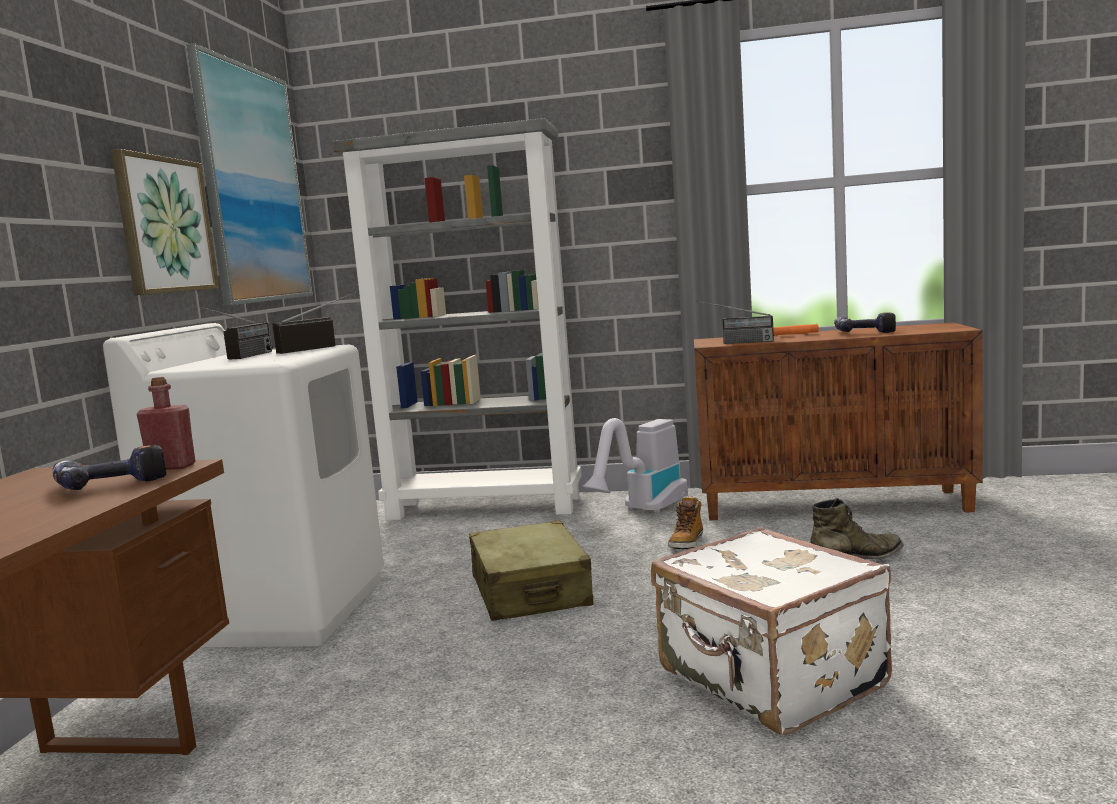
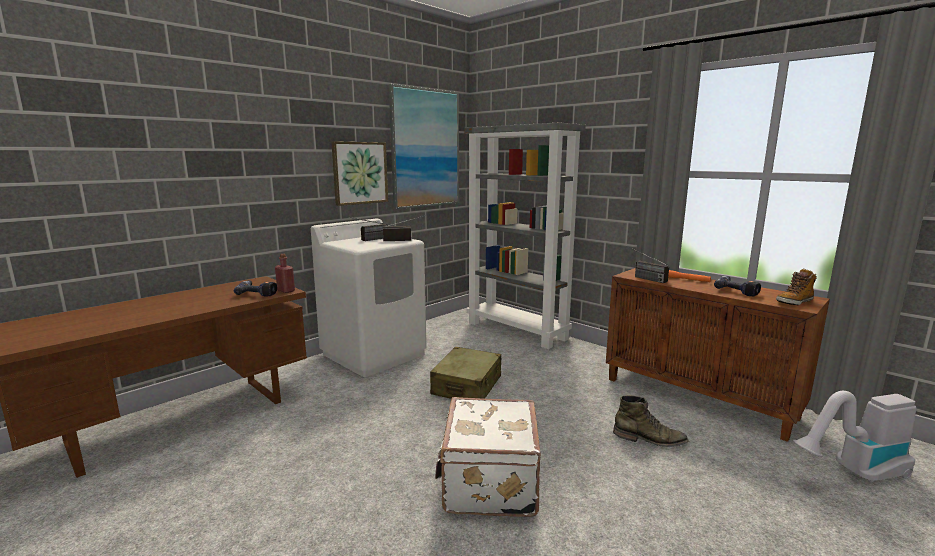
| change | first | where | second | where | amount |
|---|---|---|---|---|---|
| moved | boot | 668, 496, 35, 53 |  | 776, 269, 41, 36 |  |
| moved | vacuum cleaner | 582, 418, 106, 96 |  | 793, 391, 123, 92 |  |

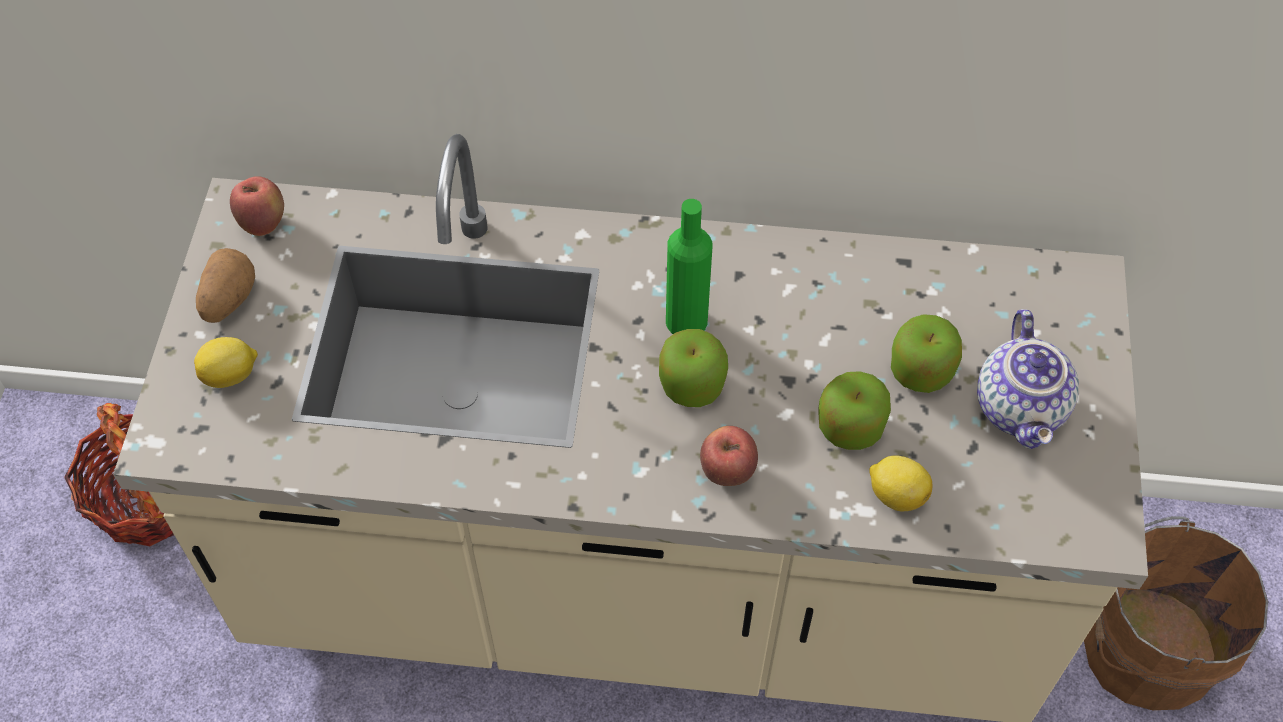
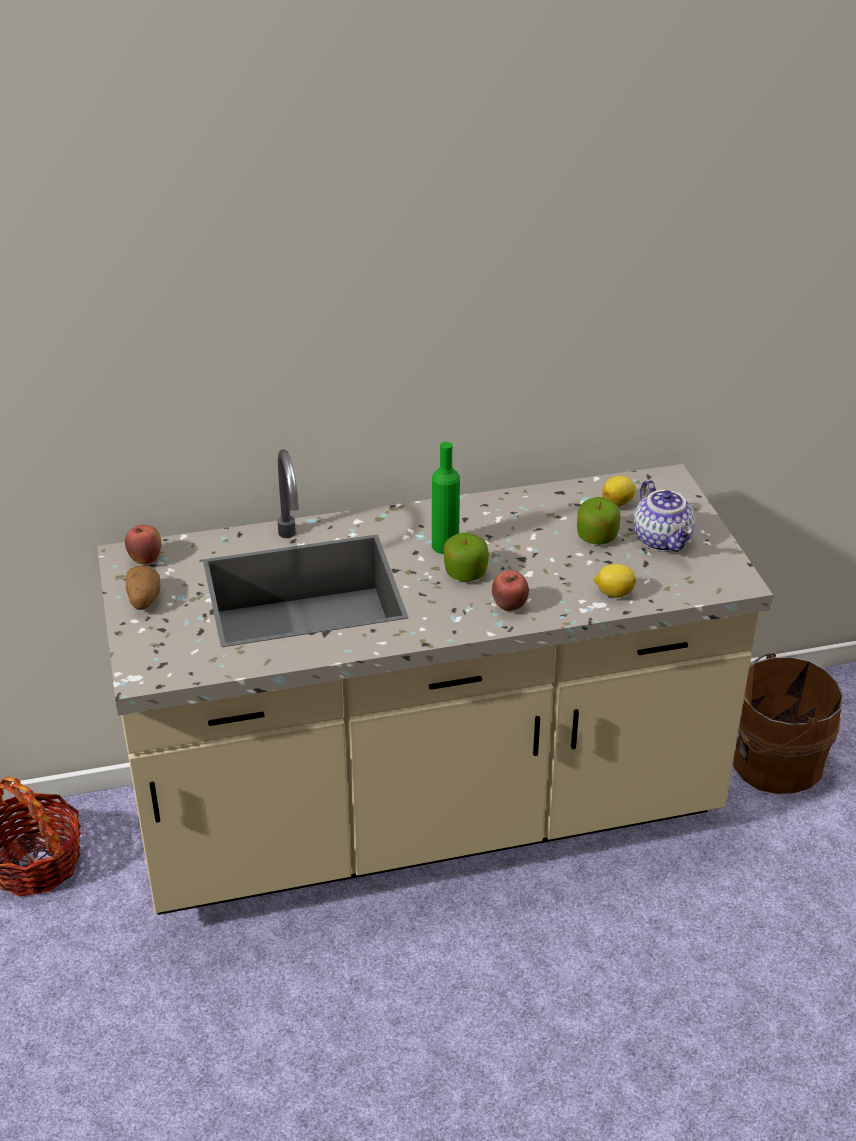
| change | first | where | second | where | amount |
|---|---|---|---|---|---|
| moved | lemon | 194, 337, 64, 51 |  | 602, 476, 33, 31 |  |
| removed | apple | 818, 371, 73, 79 |  |  |  |

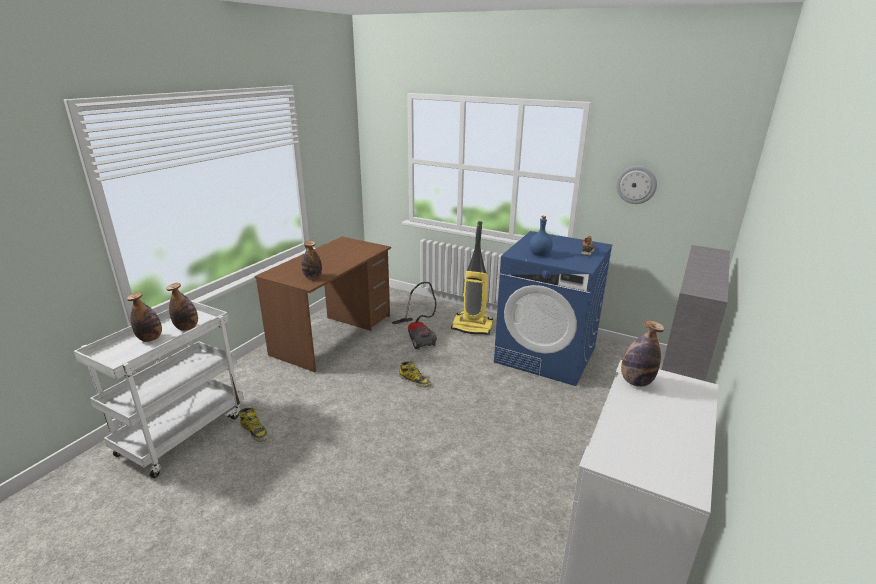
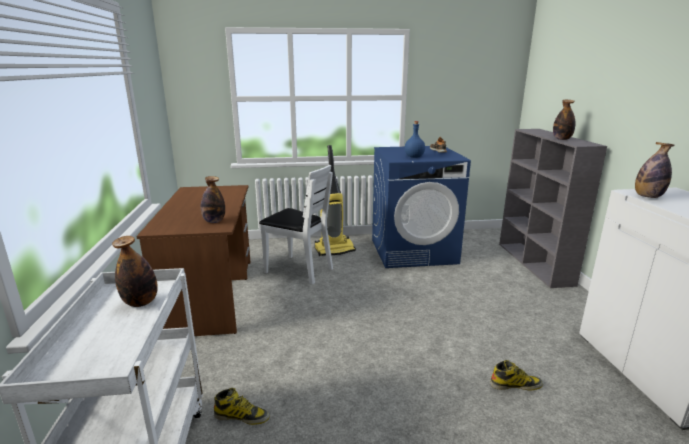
| change | first | where | second | where | amount |
|---|---|---|---|---|---|
| replaced | vacuum cleaner | 392, 282, 45, 68 | chair in white | 259, 165, 74, 120 |  |
| moved | boot | 399, 361, 32, 27 |  | 490, 360, 53, 30 |  |
| moved | bottle | 127, 292, 35, 50 |  | 553, 100, 22, 40 |  |
| removed | wall clock | 616, 166, 41, 38 |  |  |  |

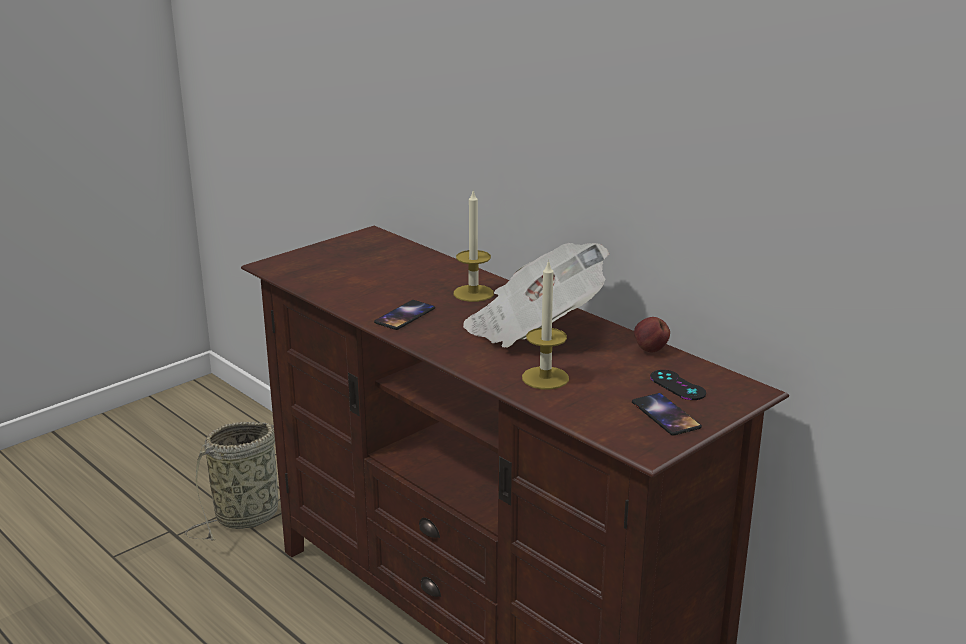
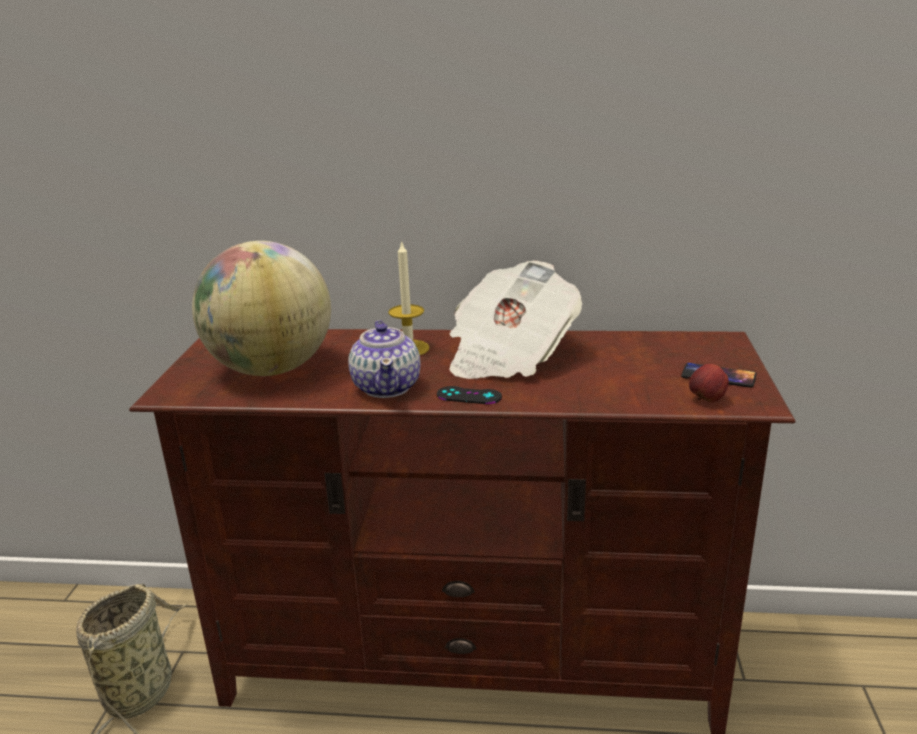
| change | first | where | second | where | amount |
|---|---|---|---|---|---|
| added |  |  | globe | 192, 241, 139, 135 |  |
| replaced | phone | 374, 300, 61, 30 | teapot | 348, 320, 72, 78 |  |
| moved | game controller in black | 650, 370, 56, 30 |  | 437, 386, 65, 18 |  |
| moved | apple | 634, 317, 36, 35 |  | 689, 364, 40, 38 |  |
| removed | candle | 522, 259, 47, 130 |  |  |  |

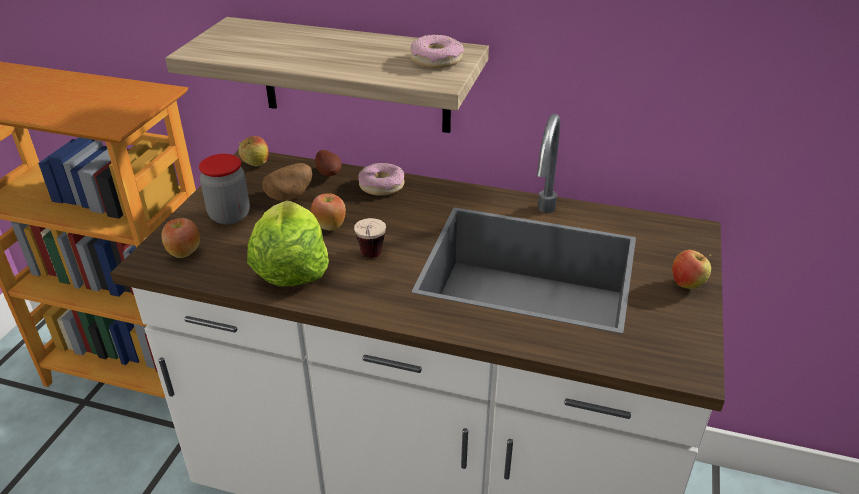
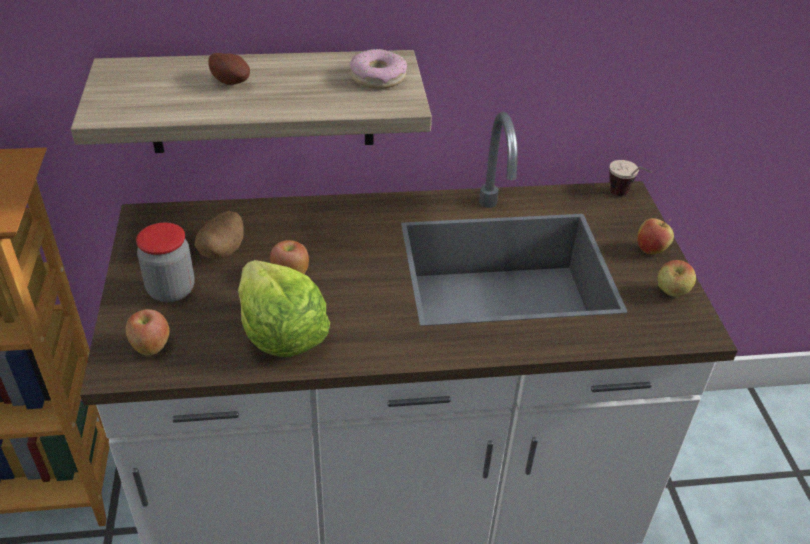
| change | first | where | second | where | amount |
|---|---|---|---|---|---|
| moved | potato | 315, 150, 26, 26 |  | 208, 53, 42, 32 |  |
| moved | cup | 354, 218, 32, 40 |  | 609, 160, 43, 36 |  |
| moved | apple | 239, 136, 30, 30 |  | 658, 260, 38, 37 |  |
| removed | donut | 358, 163, 46, 33 |  |  |  |

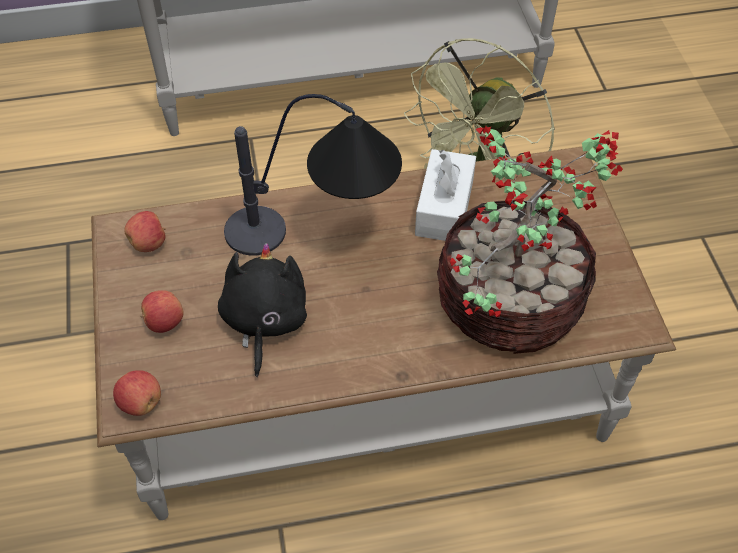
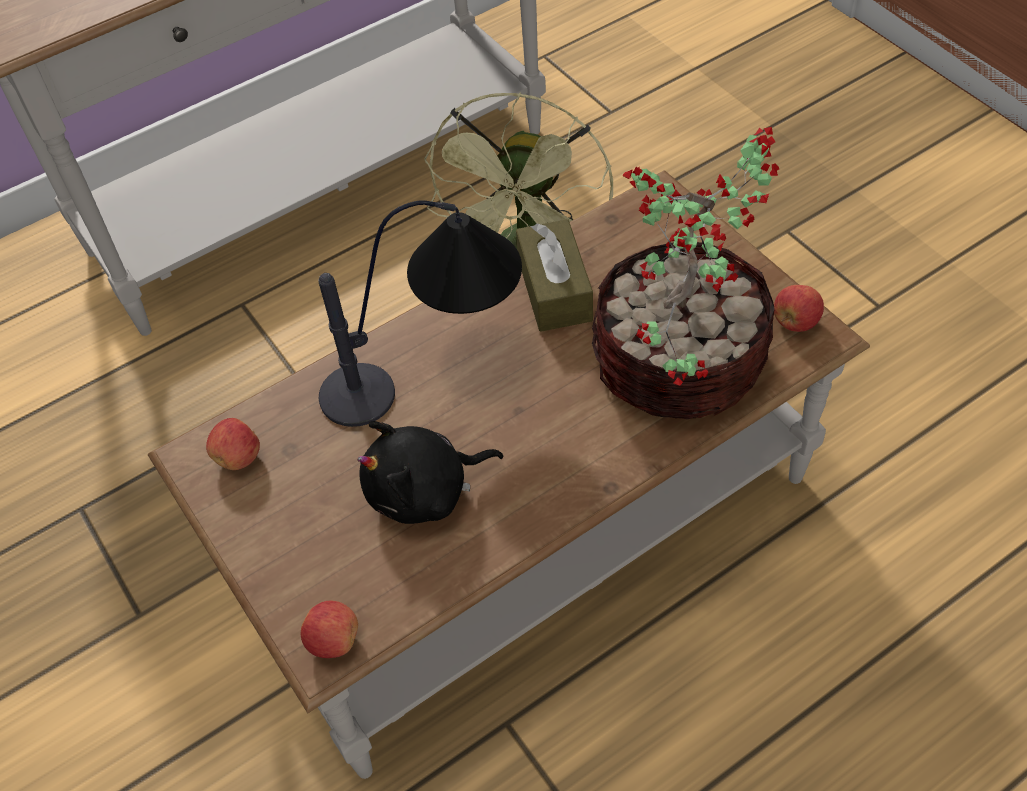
| change | first | where | second | where | amount |
|---|---|---|---|---|---|
| turned | plush toy in black | 218, 243, 89, 134 |  | 358, 421, 145, 103 | 90 degrees counterclockwise |
| recoloured | tissue box in white | 415, 149, 61, 92 | tissue box in brown | 516, 219, 77, 113 |  |
| moved | apple | 141, 290, 42, 43 |  | 774, 285, 50, 47 |  |

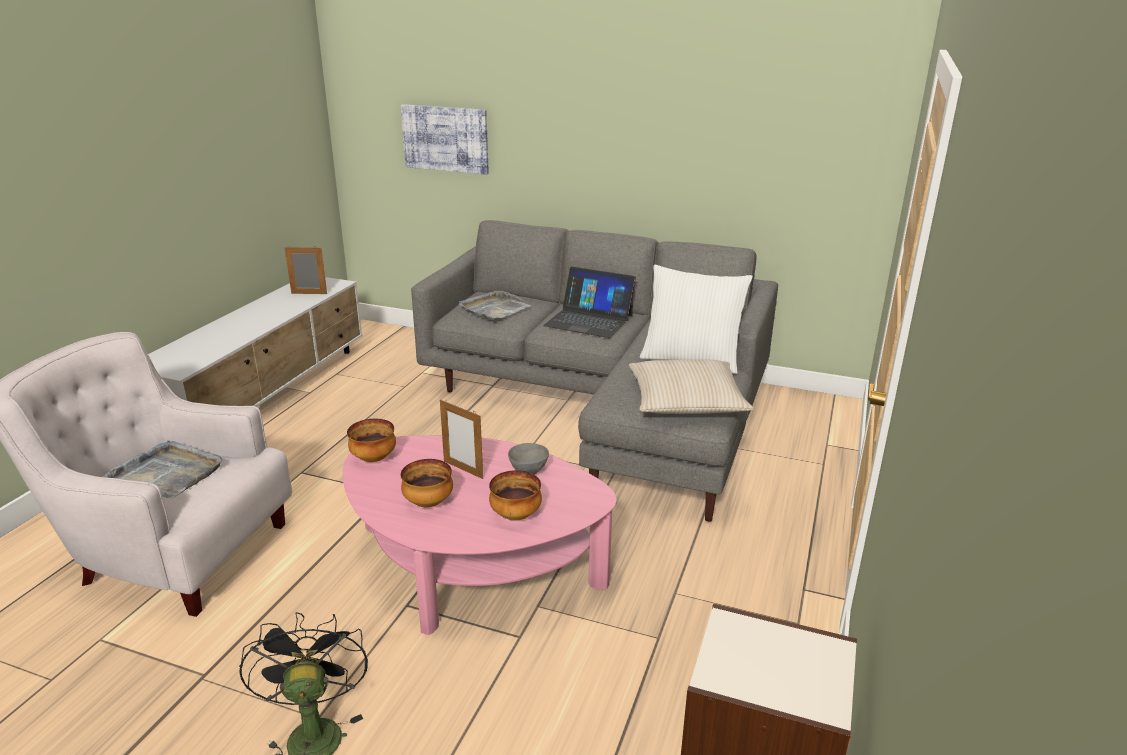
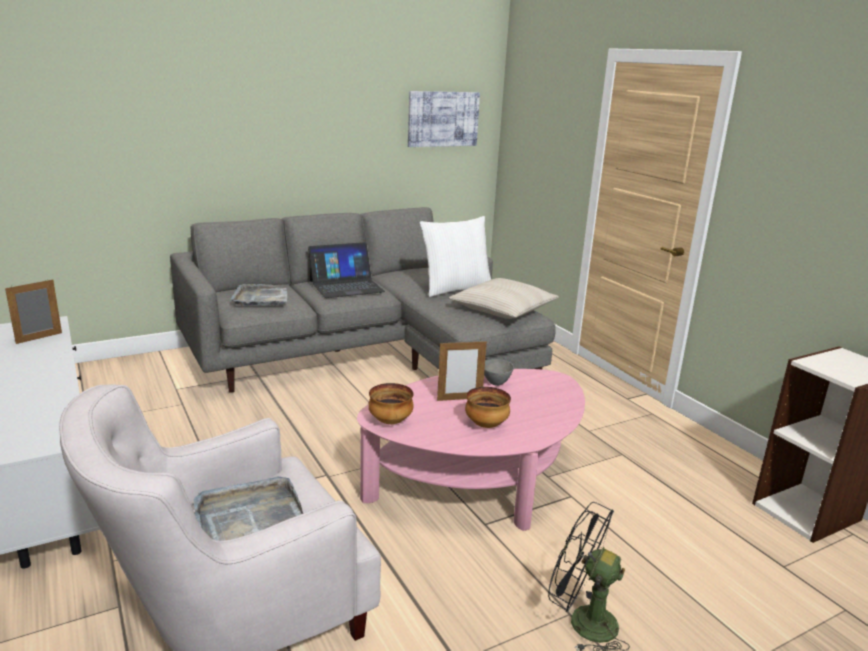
| change | first | where | second | where | amount |
|---|---|---|---|---|---|
| moved | picture | 401, 104, 88, 71 |  | 408, 91, 72, 56 |  |
| removed | bowl | 489, 470, 53, 50 |  |  |  |

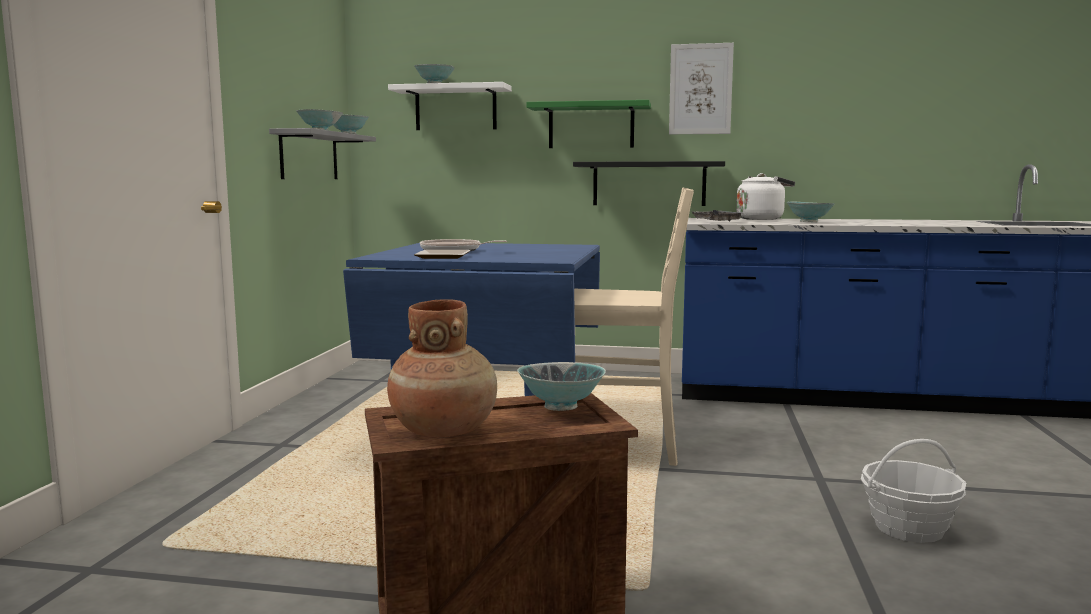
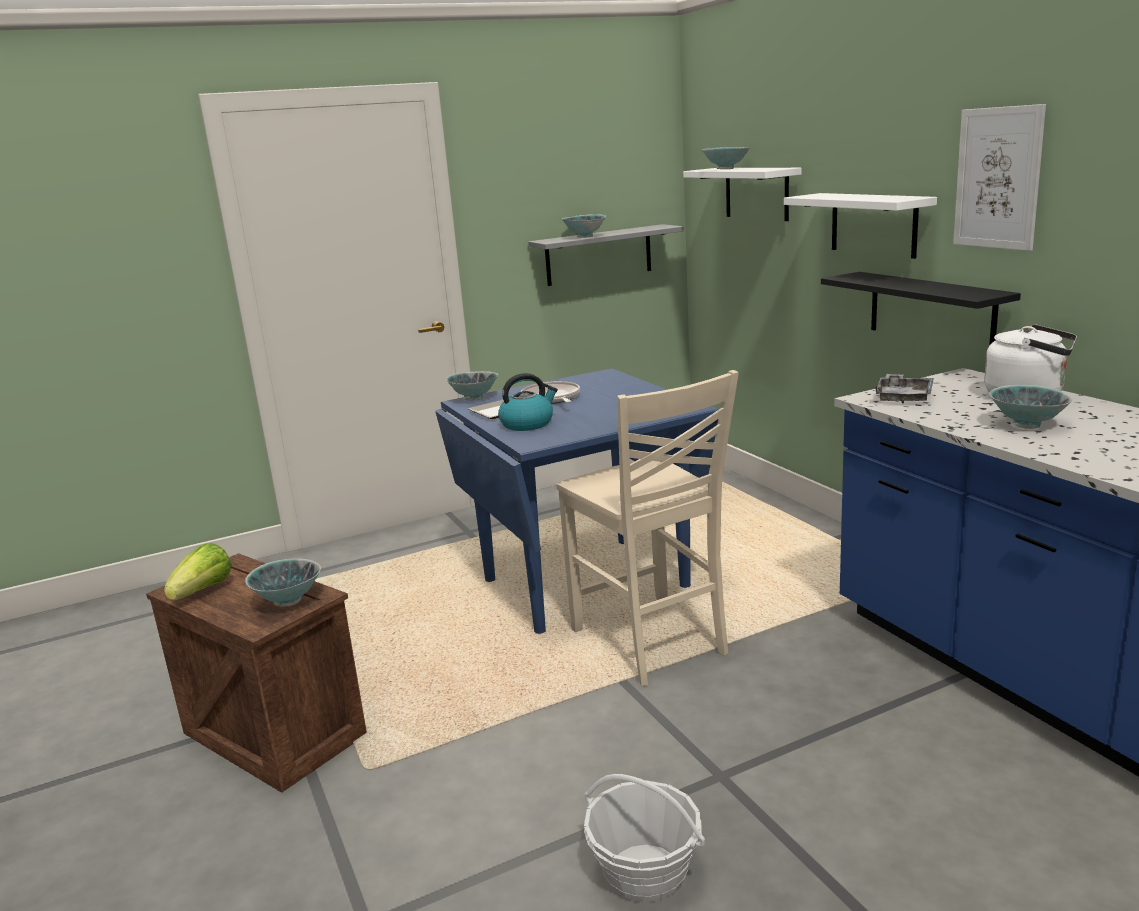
| change | first | where | second | where | amount |
|---|---|---|---|---|---|
| replaced | vase in brown | 387, 299, 110, 138 | lettuce | 164, 543, 68, 57 |  |
| moved | bowl | 334, 115, 35, 19 |  | 446, 371, 52, 29 |  |
| added |  |  | kettle | 498, 373, 60, 58 |  |
| recoloured | shelf in green | 527, 100, 124, 48 | shelf in white | 784, 193, 153, 66 |  |

